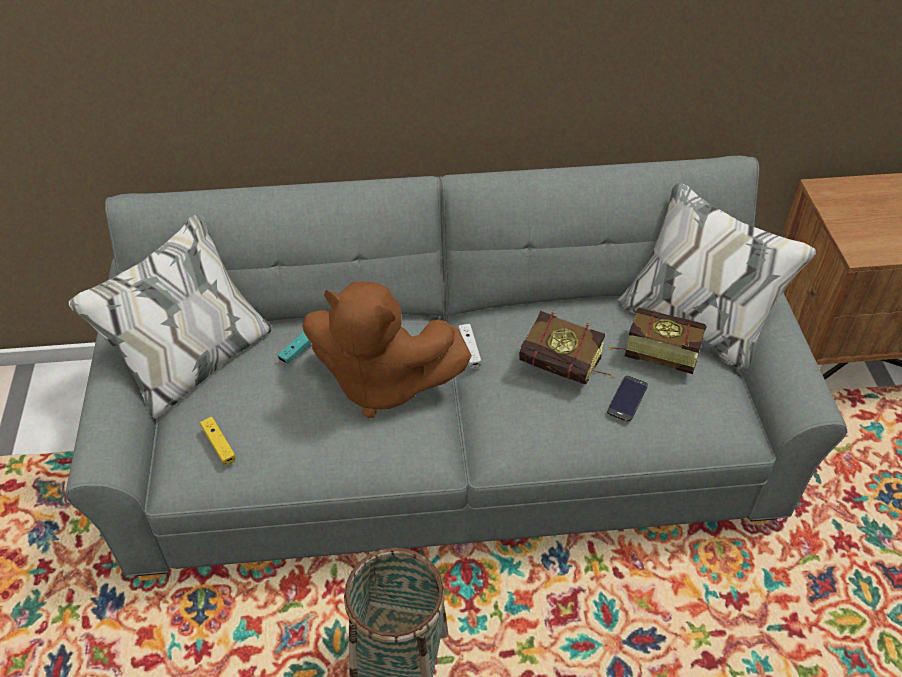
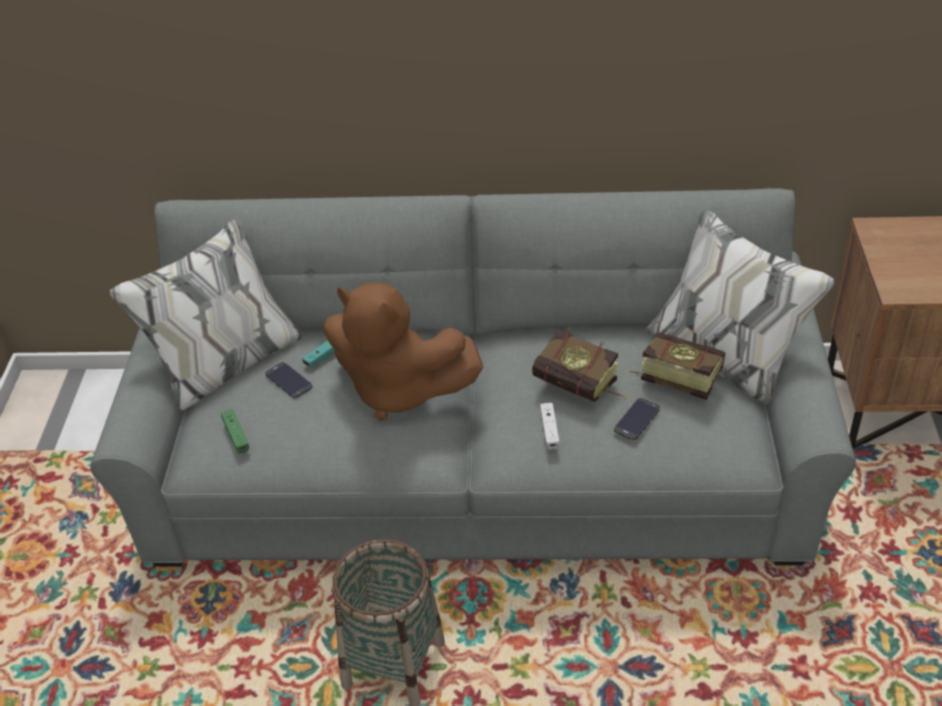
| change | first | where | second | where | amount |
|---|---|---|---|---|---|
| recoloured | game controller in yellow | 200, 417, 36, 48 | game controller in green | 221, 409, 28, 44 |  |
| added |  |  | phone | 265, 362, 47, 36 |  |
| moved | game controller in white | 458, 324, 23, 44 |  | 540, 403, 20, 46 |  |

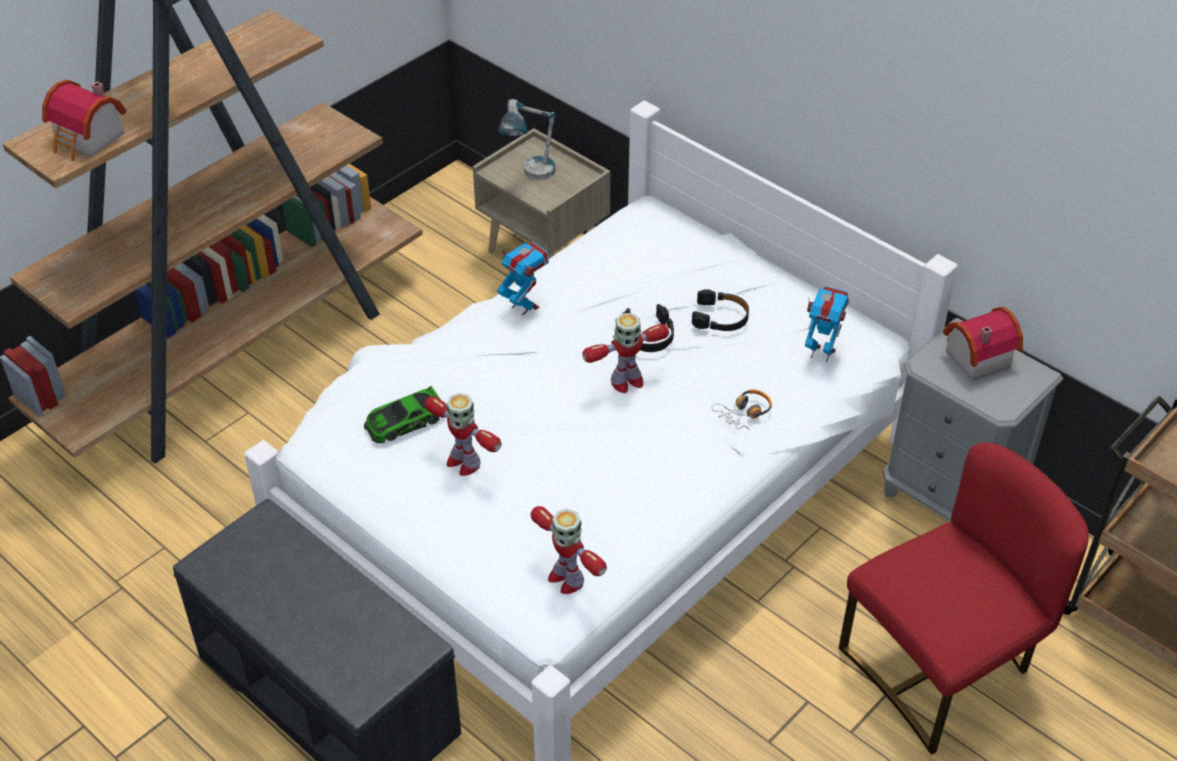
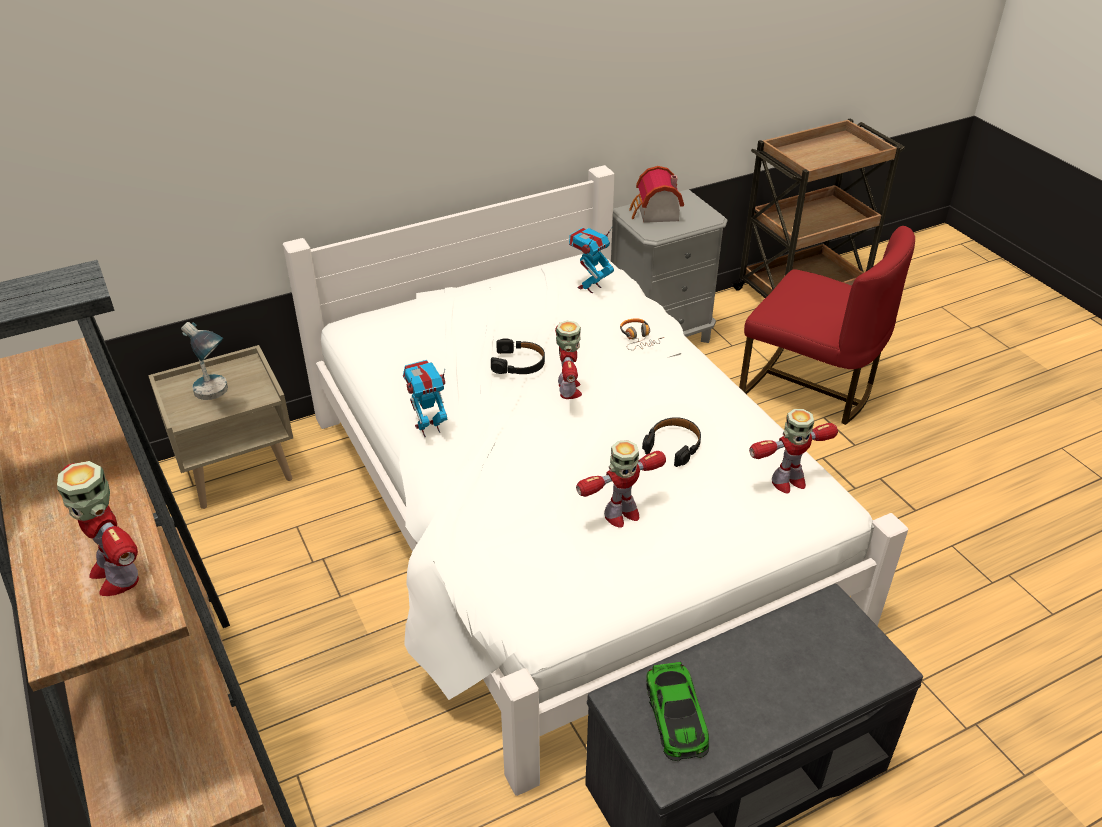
| change | first | where | second | where | amount |
|---|---|---|---|---|---|
| replaced | toy house | 42, 79, 84, 82 | toy robot | 57, 461, 82, 135 |  |
| moved | headphones in black | 692, 289, 57, 42 |  | 642, 417, 59, 50 |  |
| moved | toy car | 364, 386, 77, 58 |  | 646, 662, 63, 99 |  |
| turned | chair in red | 839, 443, 250, 312 |  | 739, 226, 176, 199 | 135 degrees clockwise |

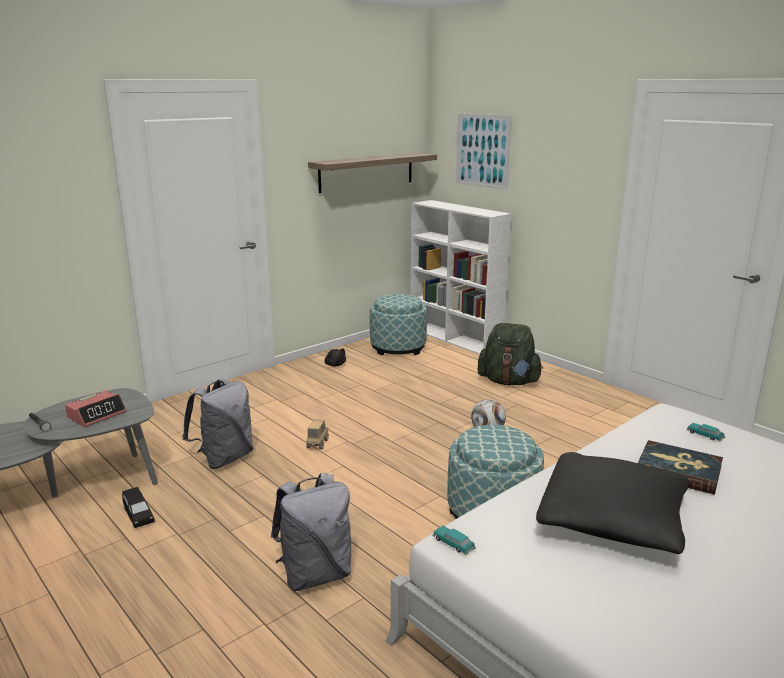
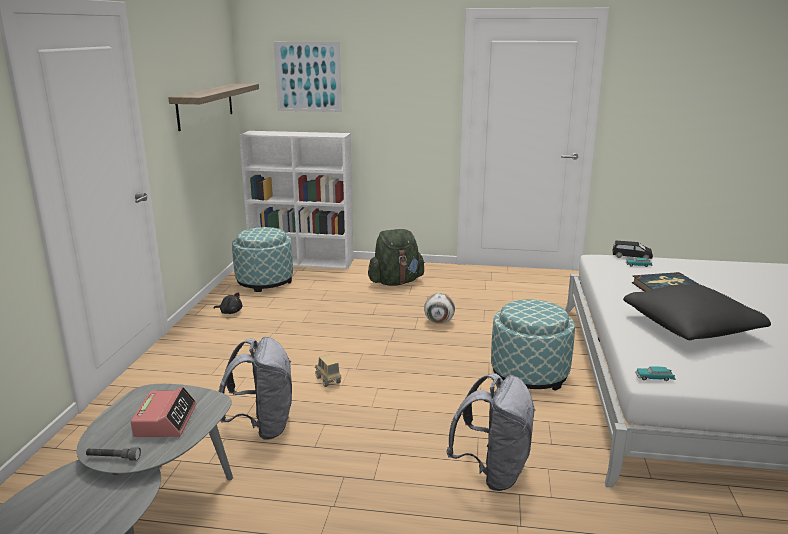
| change | first | where | second | where | amount |
|---|---|---|---|---|---|
| moved | toy car in black | 122, 487, 33, 41 |  | 613, 241, 40, 18 |  |

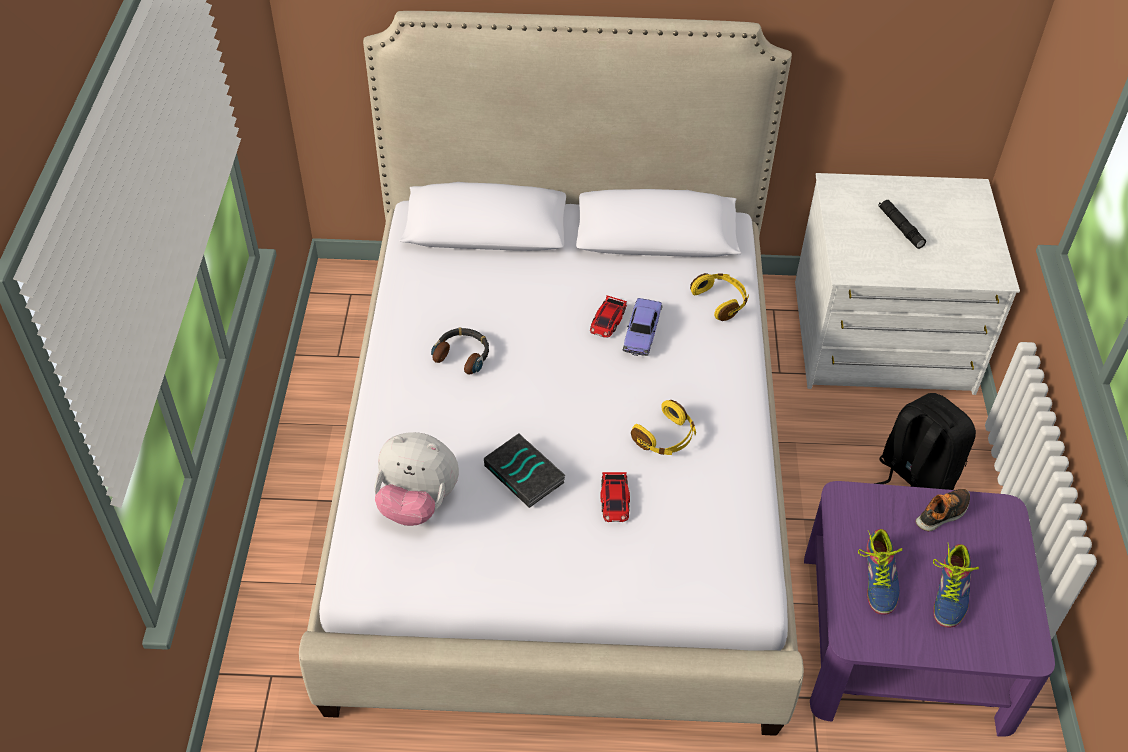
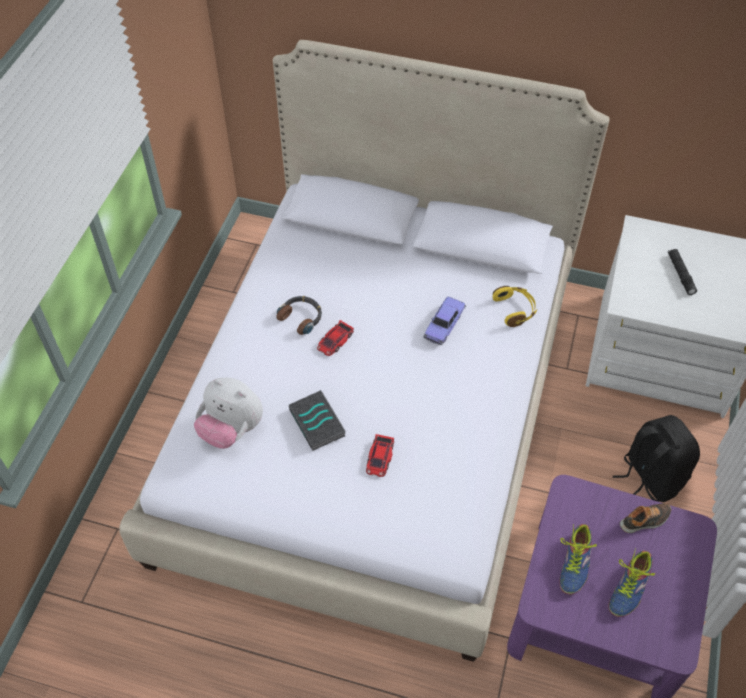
| change | first | where | second | where | amount |
|---|---|---|---|---|---|
| moved | toy car | 590, 295, 37, 43 |  | 317, 320, 37, 36 |  |
| removed | headphones in yellow | 631, 400, 65, 55 |  |  |  |

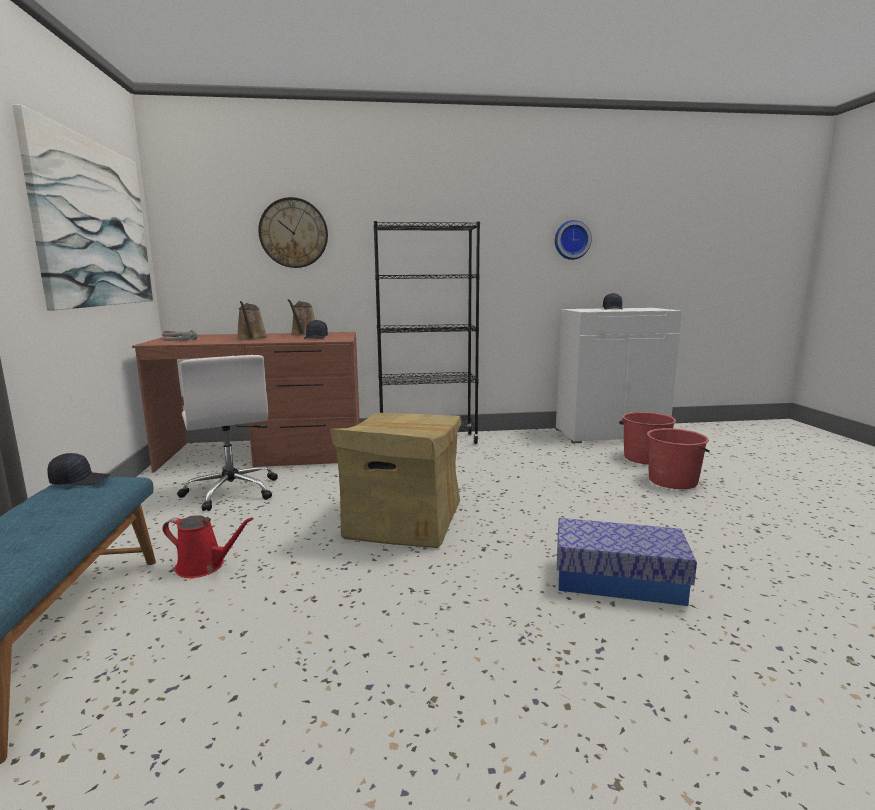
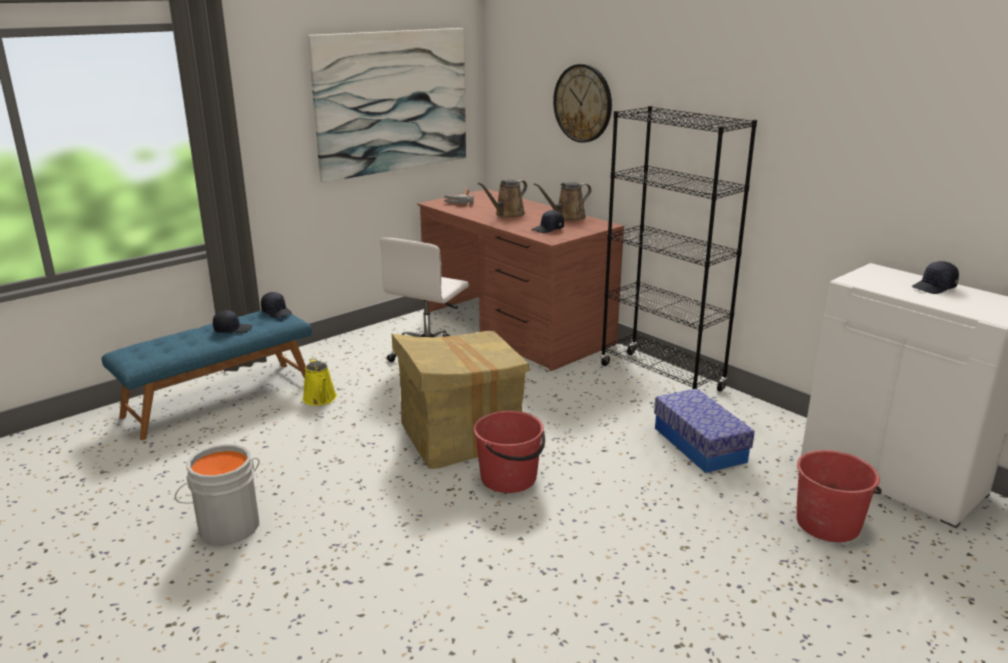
| change | first | where | second | where | amount |
|---|---|---|---|---|---|
| added |  |  | bucket in grey | 175, 444, 85, 101 |  |
| added |  |  | cap in black | 213, 310, 39, 23 |  |
| recoloured | watering can in red | 163, 515, 91, 63 | watering can in yellow | 303, 358, 34, 48 |  |
| moved | bucket in red | 647, 428, 63, 61 |  | 473, 410, 72, 83 |  |
| moved | storage box | 557, 518, 140, 88 |  | 654, 388, 101, 85 |  |
| removed | wall clock | 555, 220, 37, 40 |  |  |  |

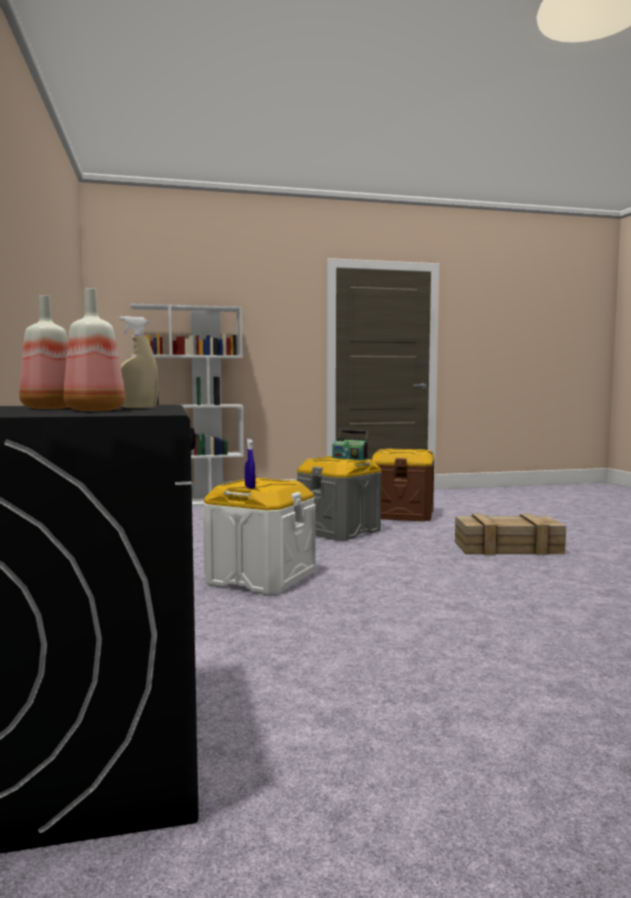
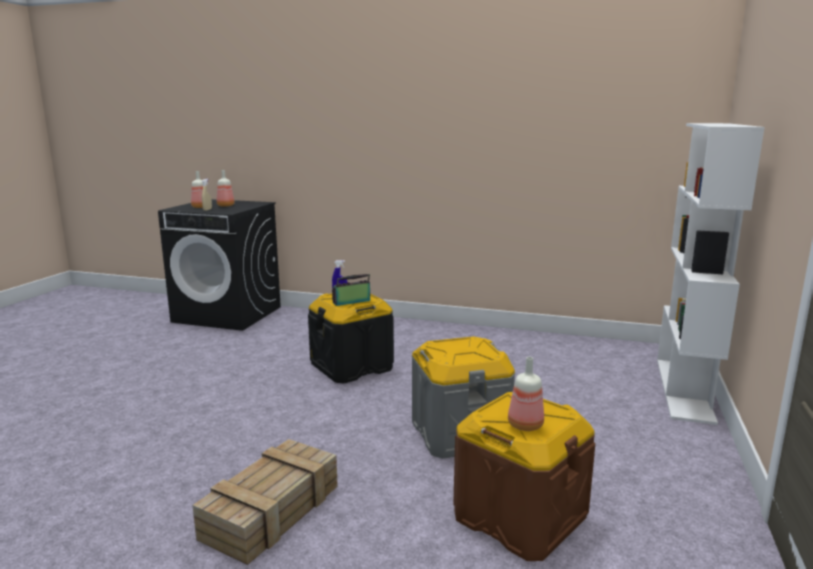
| change | first | where | second | where | amount |
|---|---|---|---|---|---|
| recoloured | storage box in white | 203, 478, 112, 116 | storage box in black | 308, 293, 86, 90 |  |
| moved | radio | 332, 429, 36, 31 |  | 332, 274, 38, 32 |  |
| added |  |  | bottle | 508, 357, 36, 74 |  |

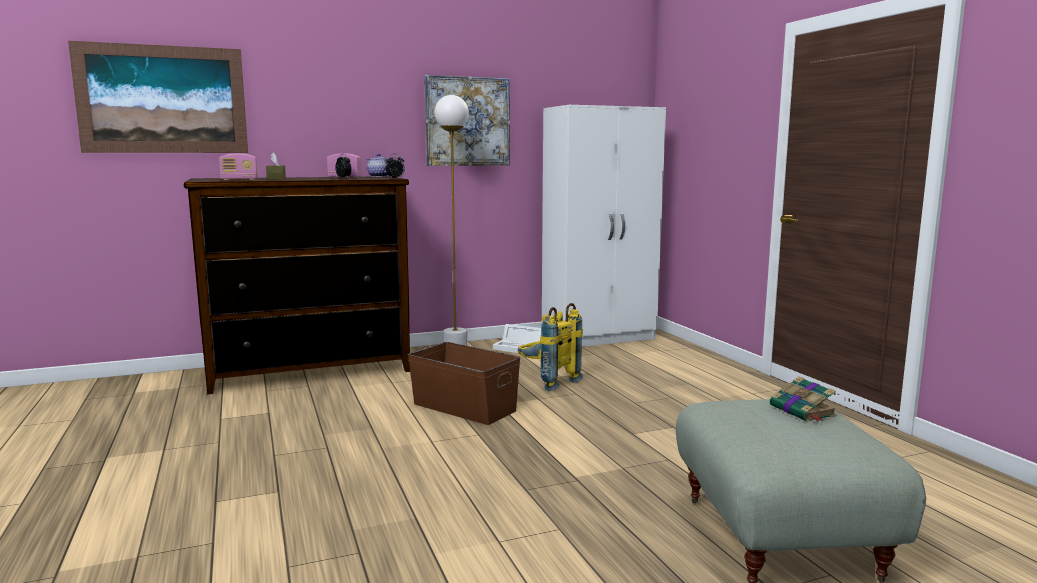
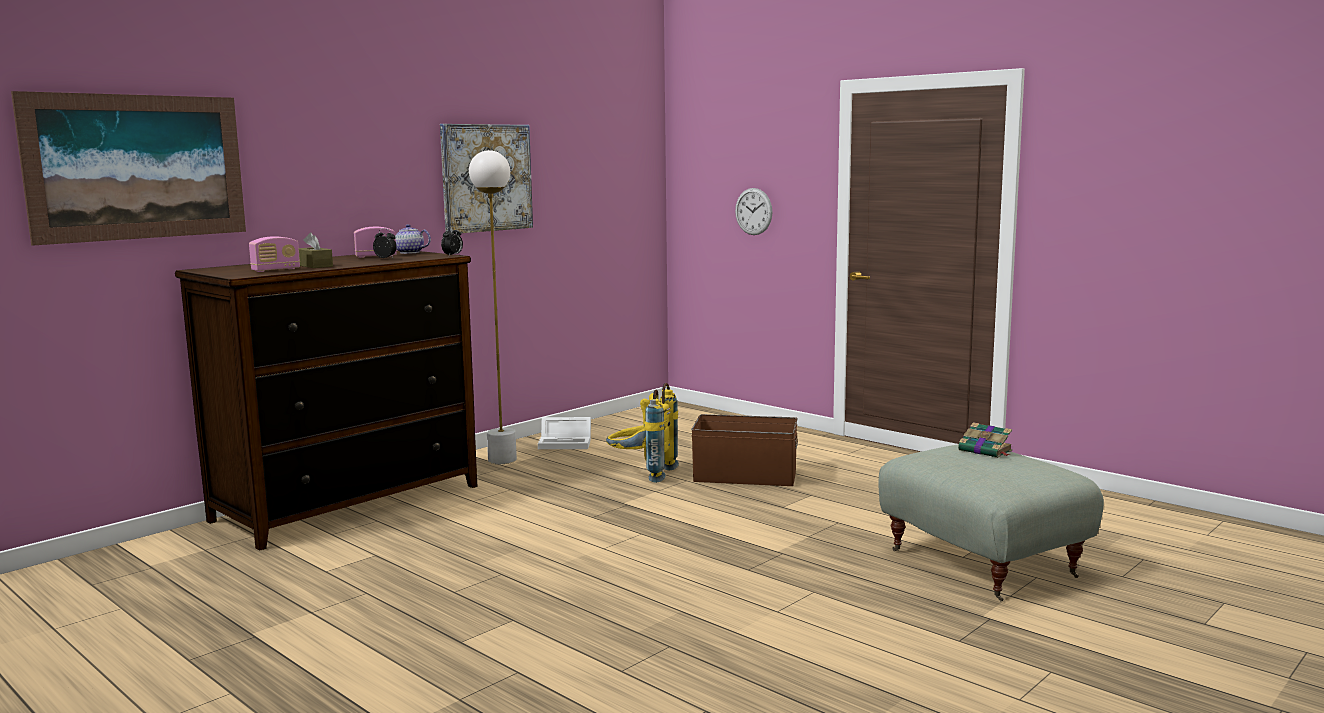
| change | first | where | second | where | amount |
|---|---|---|---|---|---|
| moved | storage box in brown | 408, 342, 113, 83 |  | 691, 414, 107, 72 |  |
| added |  |  | wall clock | 735, 188, 38, 47 |  |
| removed | wardrobe in white | 542, 105, 124, 242 |  |  |  |

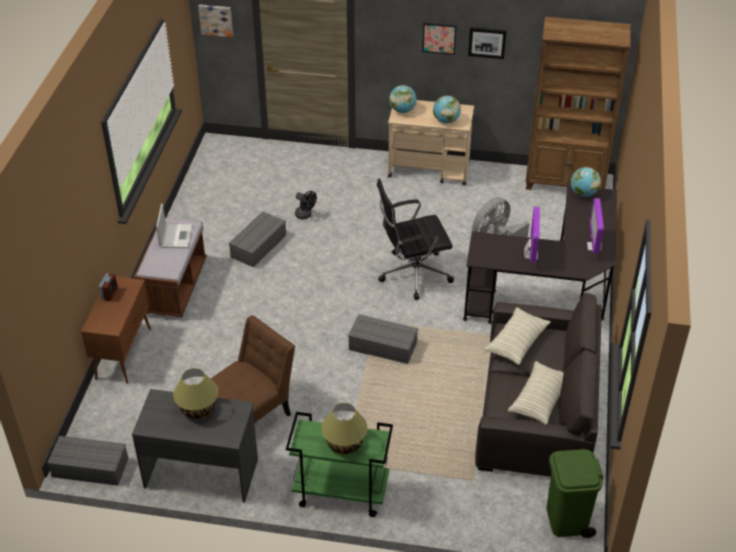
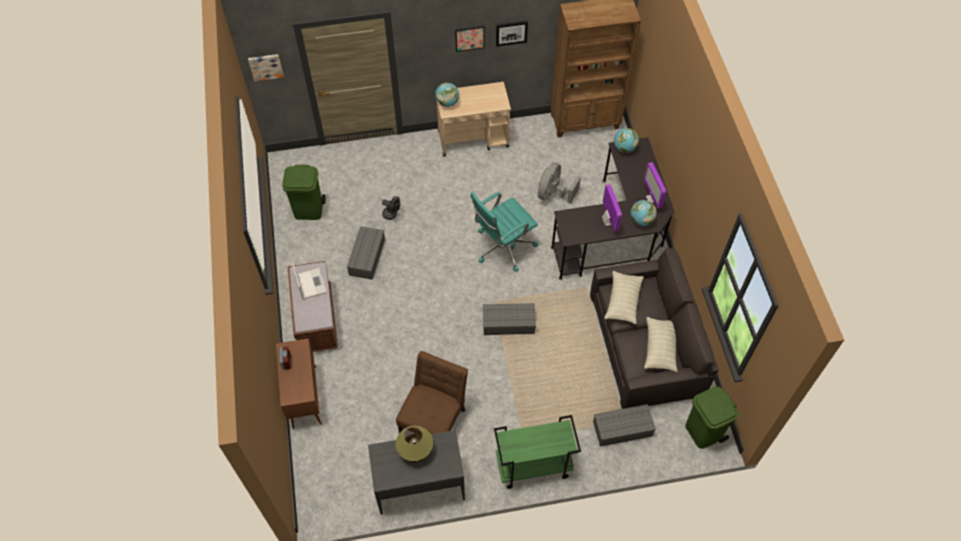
| change | first | where | second | where | amount |
|---|---|---|---|---|---|
| added |  |  | trash can in green | 282, 165, 43, 55 |  |
| recoloured | office chair in black | 377, 179, 77, 121 | office chair in turquoise | 470, 192, 68, 80 |  |
| moved | storage box in grey | 47, 436, 81, 50 |  | 593, 404, 63, 42 |  |
| moved | globe | 433, 96, 28, 28 |  | 631, 200, 26, 26 |  |
| removed | table lamp | 321, 403, 46, 51 |  |  |  |

